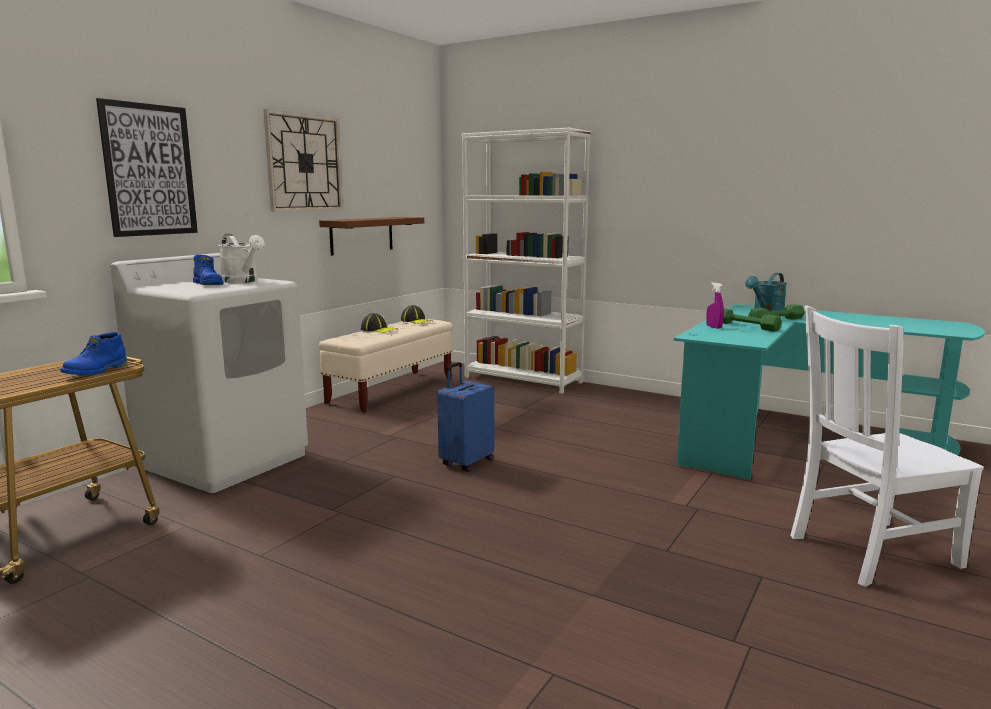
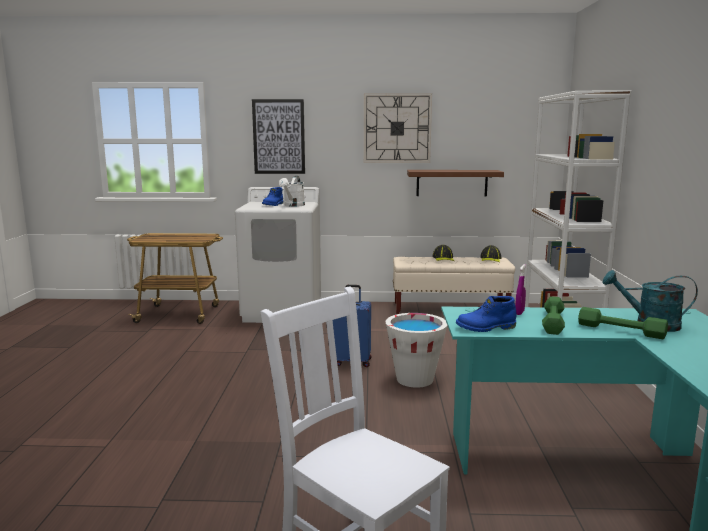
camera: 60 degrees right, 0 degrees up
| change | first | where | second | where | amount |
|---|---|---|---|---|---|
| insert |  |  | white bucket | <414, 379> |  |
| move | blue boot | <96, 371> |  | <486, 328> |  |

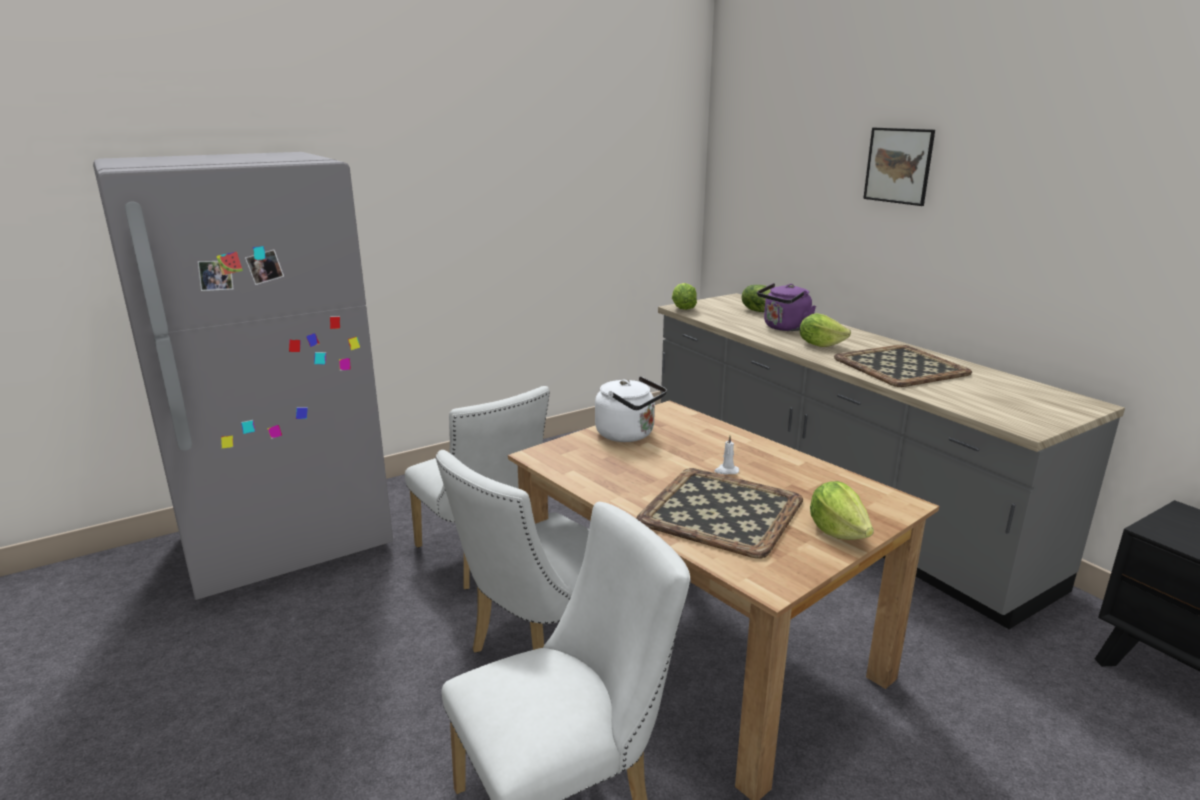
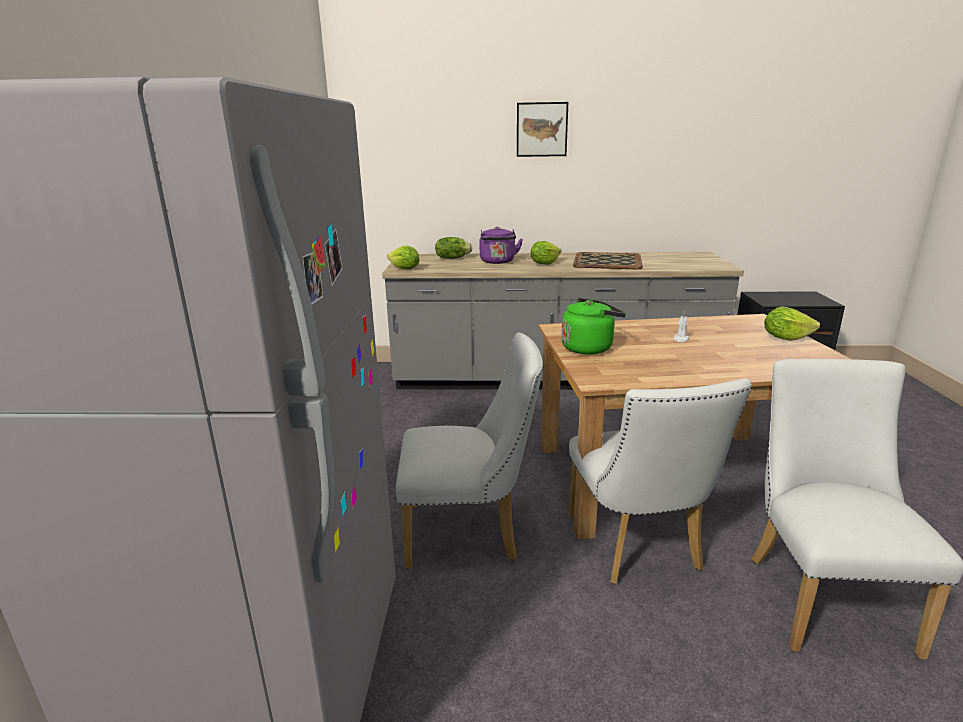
camera: 55 degrees left, 0 degrees up
| change | first | where | second | where | amount |
|---|---|---|---|---|---|
| delete | tray | <720, 510> |  |  |  |
| recolor | white kettle | <628, 435> | green kettle | <589, 348> |  |

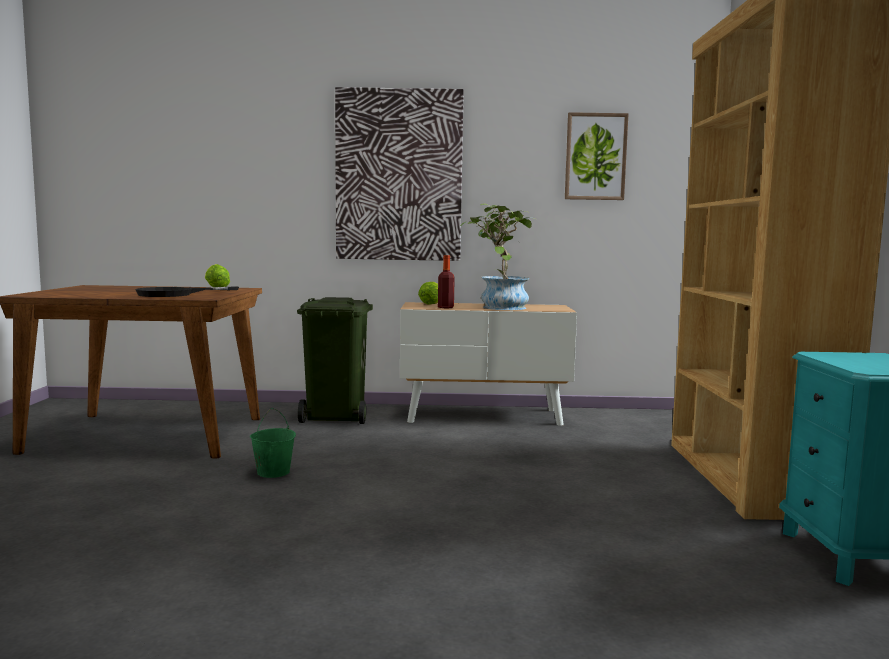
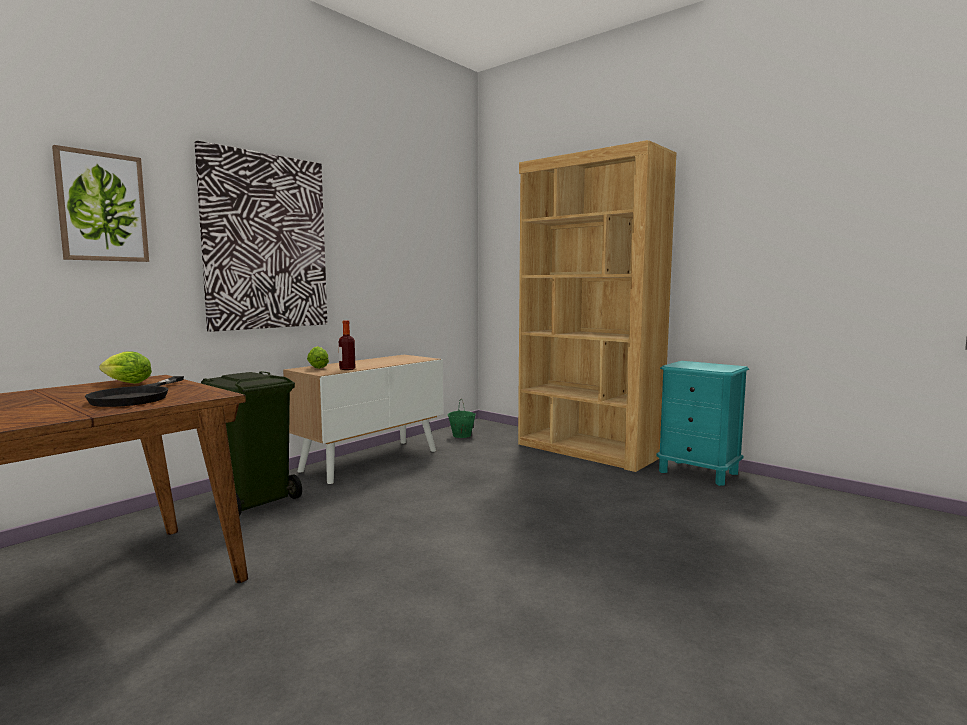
camera: 50 degrees left, 0 degrees up
| change | first | where | second | where | amount |
|---|---|---|---|---|---|
| delete | potted plant | <498, 307> |  |  |  |
| move | green bucket | <273, 472> |  | <461, 435> |  |
| move | picture | <595, 157> |  | <102, 207> |  |

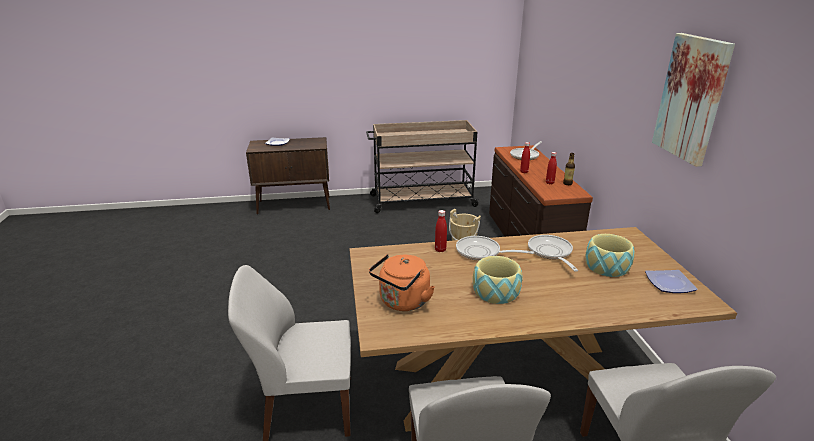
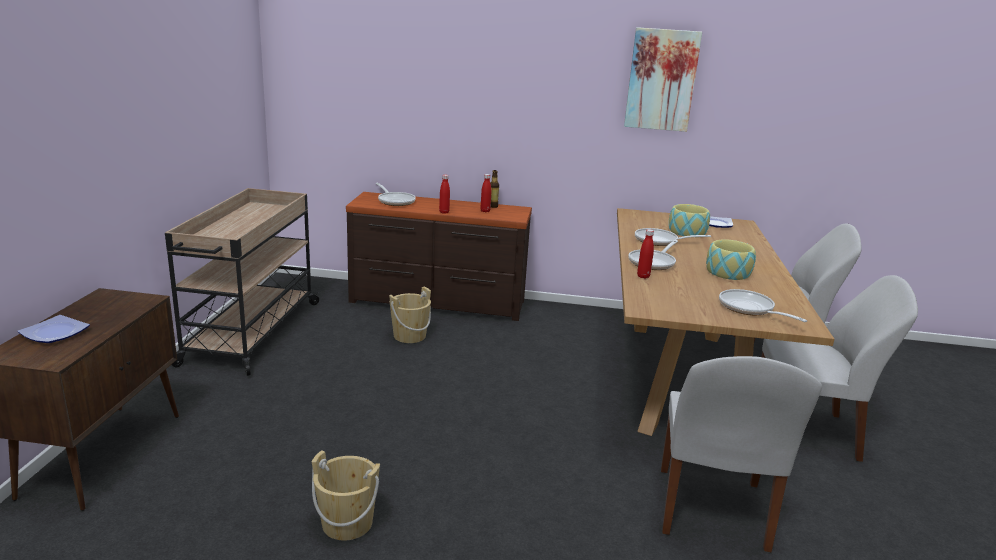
camera: 75 degrees left, 5 degrees down
| change | first | where | second | where | amount |
|---|---|---|---|---|---|
| insert |  |  | beige bucket | <347, 523> |  |
| replace | orange kettle | <402, 302> | frying pan | <749, 309> |  |

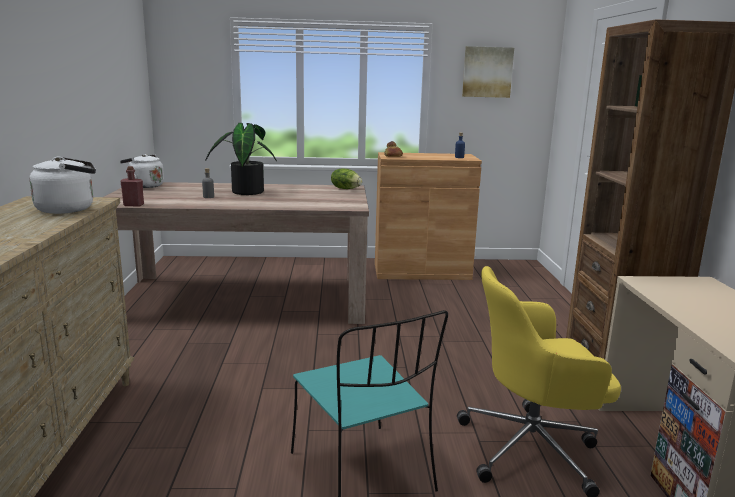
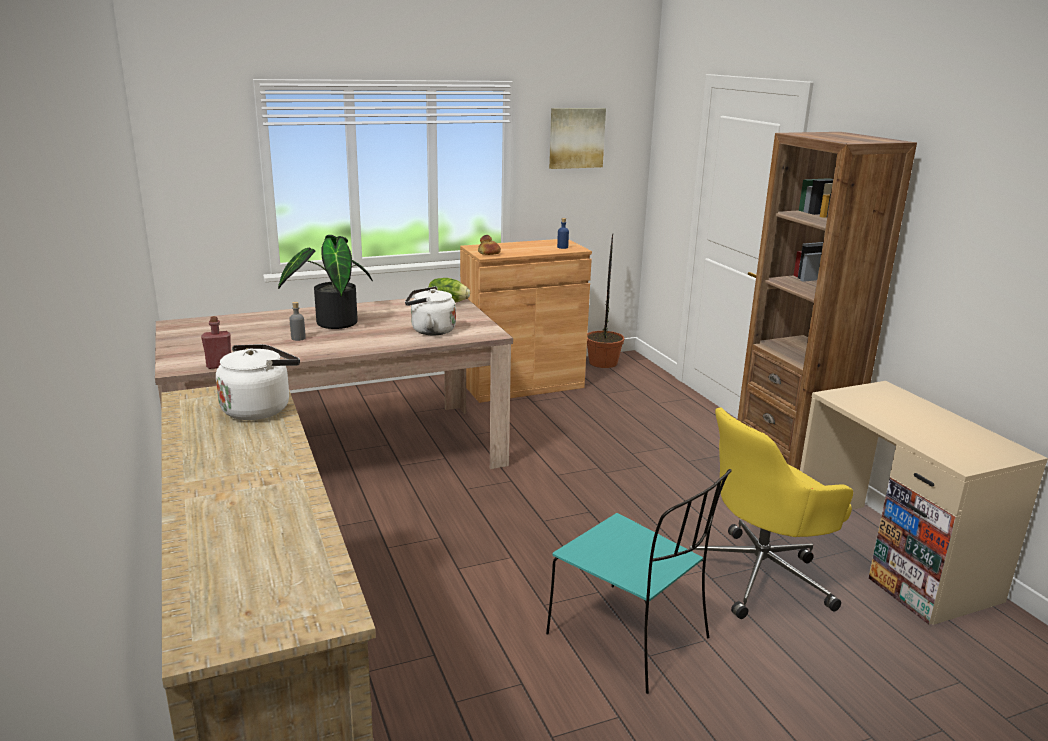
camera: 20 degrees left, 5 degrees up
| change | first | where | second | where | amount |
|---|---|---|---|---|---|
| insert |  |  | potted plant | <603, 363> |  |
| move | white kettle | <144, 186> |  | <430, 331> |  |

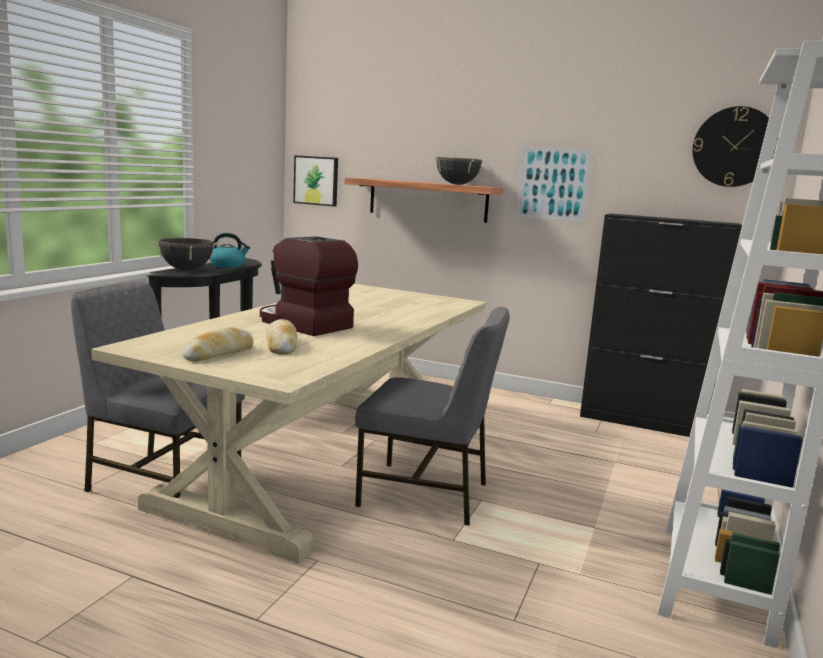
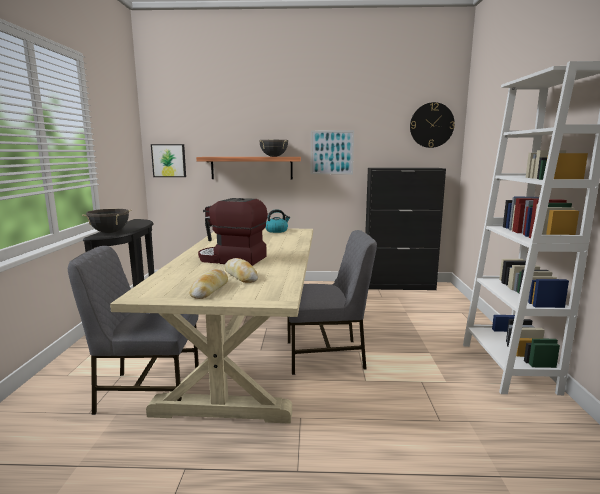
camera: 20 degrees left, 0 degrees up
| change | first | where | second | where | amount |
|---|---|---|---|---|---|
| move | kettle | <228, 265> |  | <277, 231> |  |

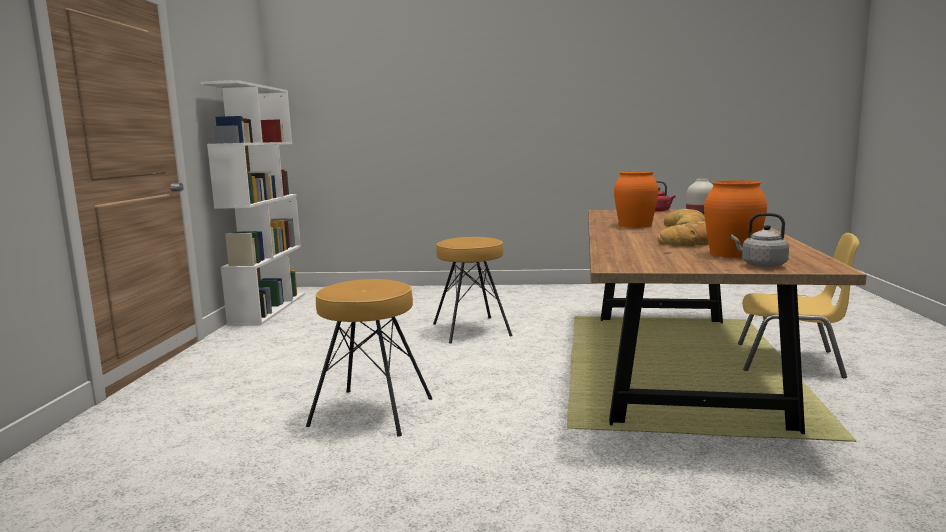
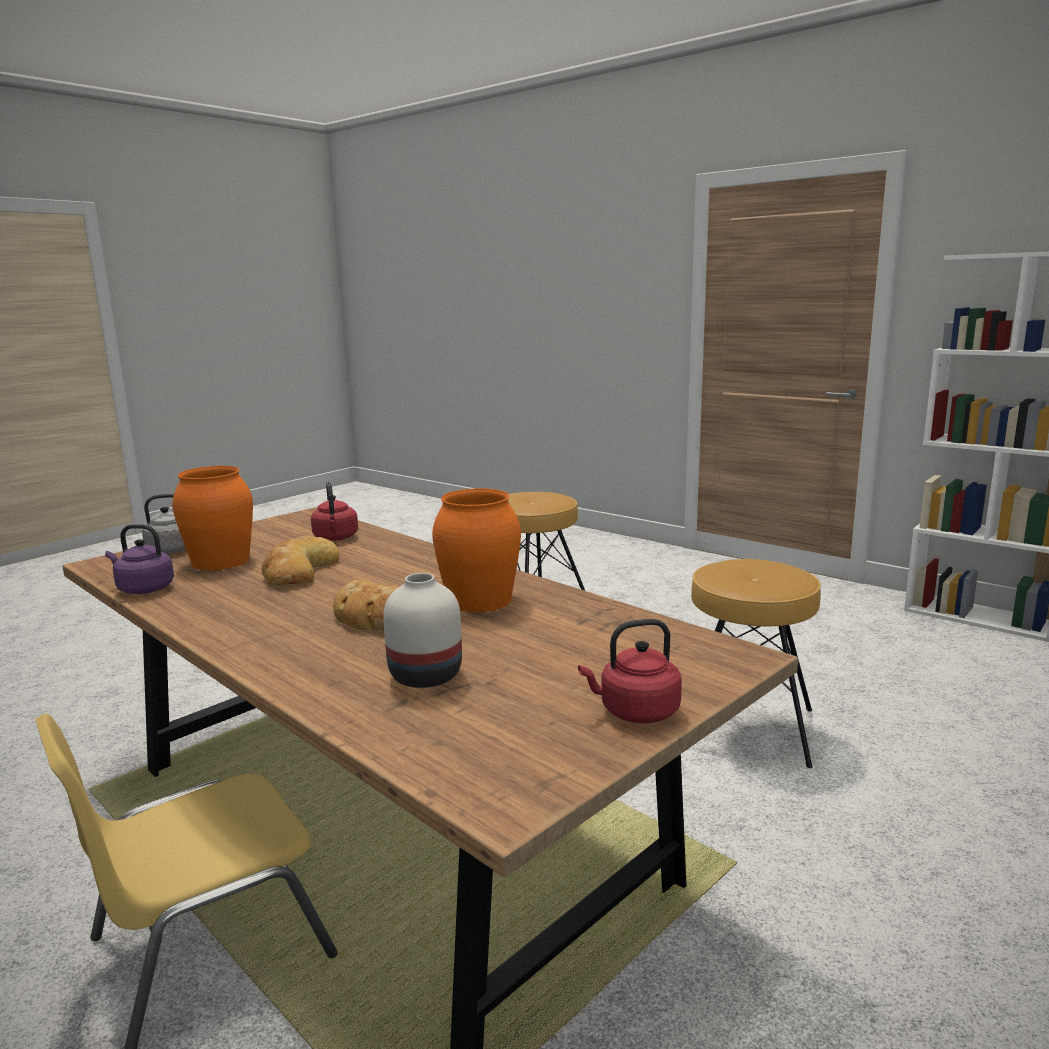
camera: 125 degrees right, 5 degrees up
| change | first | where | second | where | amount |
|---|---|---|---|---|---|
| insert |  |  | purple kettle | <143, 589> |  |
| insert |  |  | red kettle | <336, 538> |  |

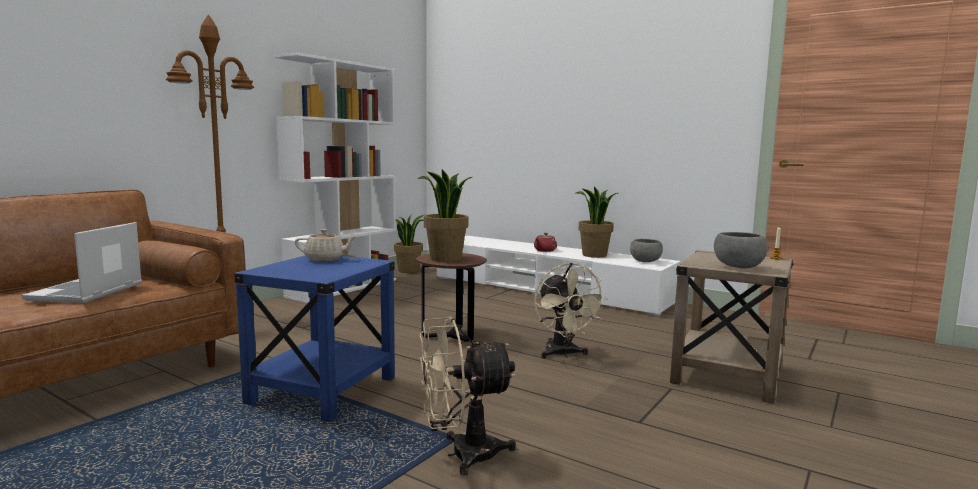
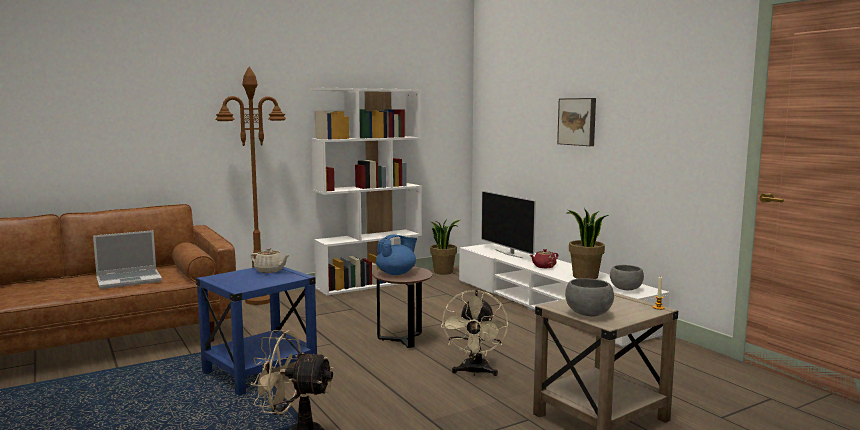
camera: 25 degrees right, 0 degrees up
| change | first | where | second | where | amount |
|---|---|---|---|---|---|
| insert |  |  | television | <509, 253> |  |
| insert |  |  | picture | <578, 121> |  |
| replace | potted plant | <445, 259> | blue teapot | <396, 273> |  |
| rotate | laptop | <86, 292> |  | <130, 280> | 150 degrees counterclockwise |

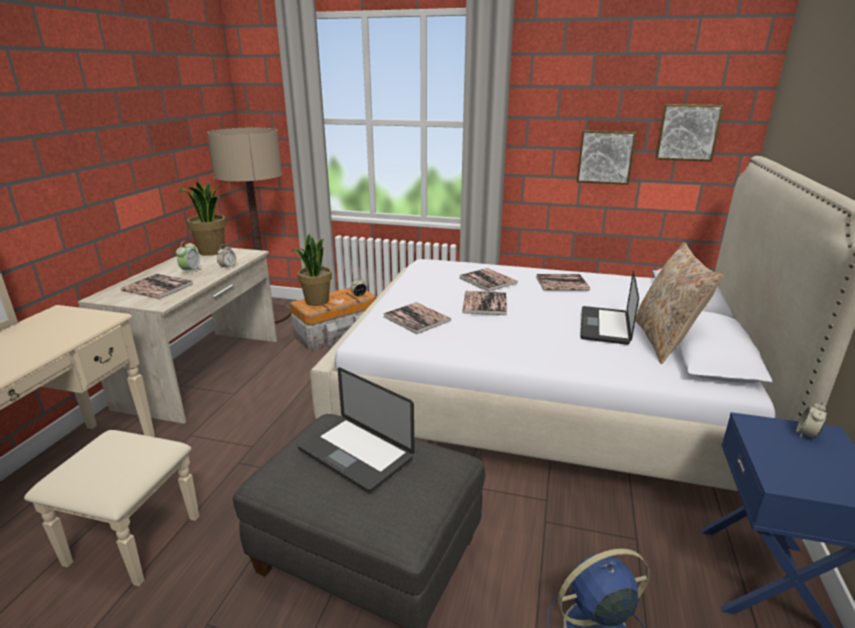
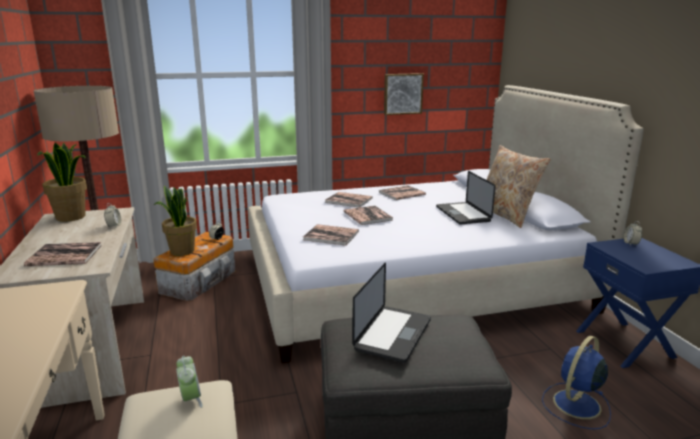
camera: 30 degrees left, 5 degrees down
| change | first | where | second | where | amount |
|---|---|---|---|---|---|
| delete | picture | <687, 132> |  |  |  |
| move | alarm clock | <190, 271> |  | <190, 399> |  |
| rotate | laptop | <355, 454> |  | <393, 334> | 75 degrees counterclockwise |

